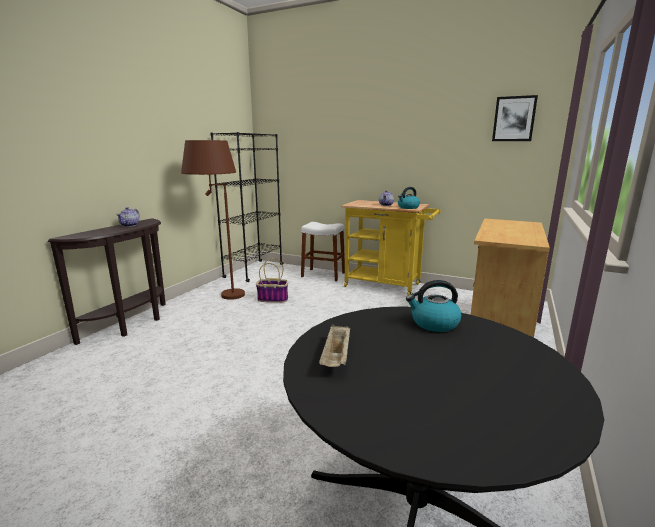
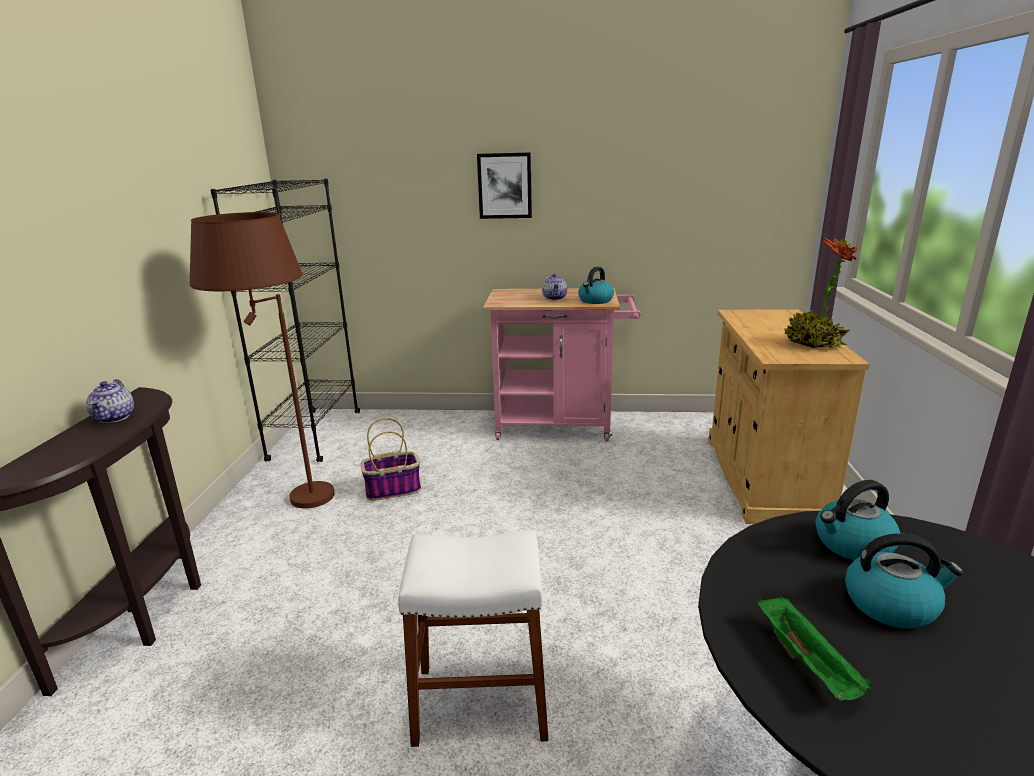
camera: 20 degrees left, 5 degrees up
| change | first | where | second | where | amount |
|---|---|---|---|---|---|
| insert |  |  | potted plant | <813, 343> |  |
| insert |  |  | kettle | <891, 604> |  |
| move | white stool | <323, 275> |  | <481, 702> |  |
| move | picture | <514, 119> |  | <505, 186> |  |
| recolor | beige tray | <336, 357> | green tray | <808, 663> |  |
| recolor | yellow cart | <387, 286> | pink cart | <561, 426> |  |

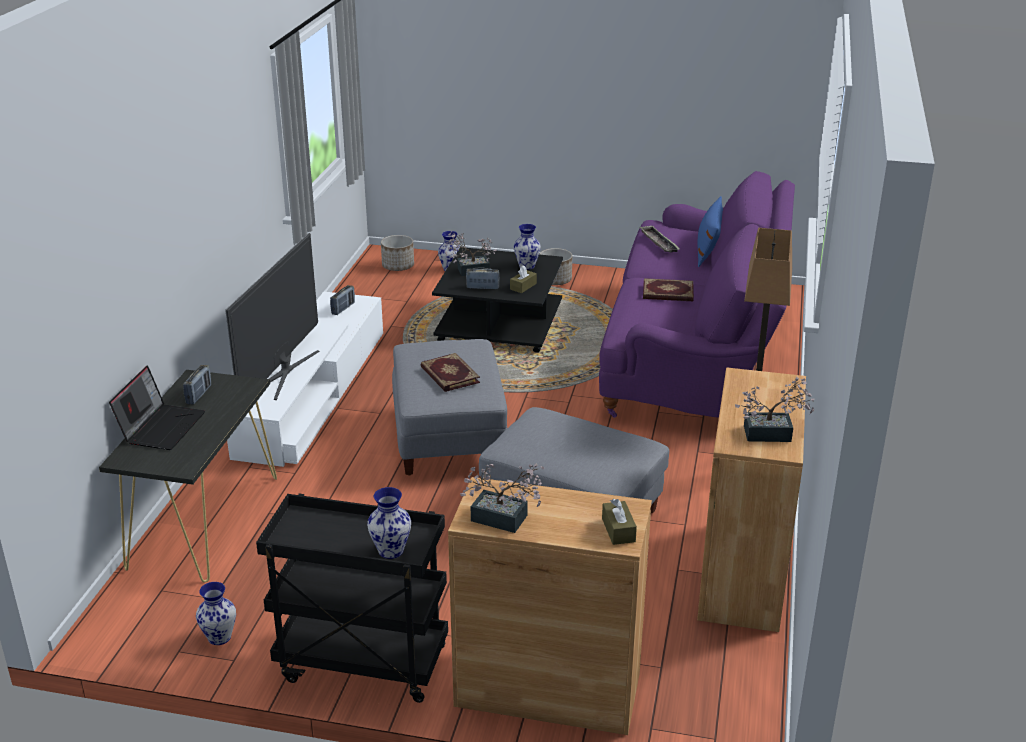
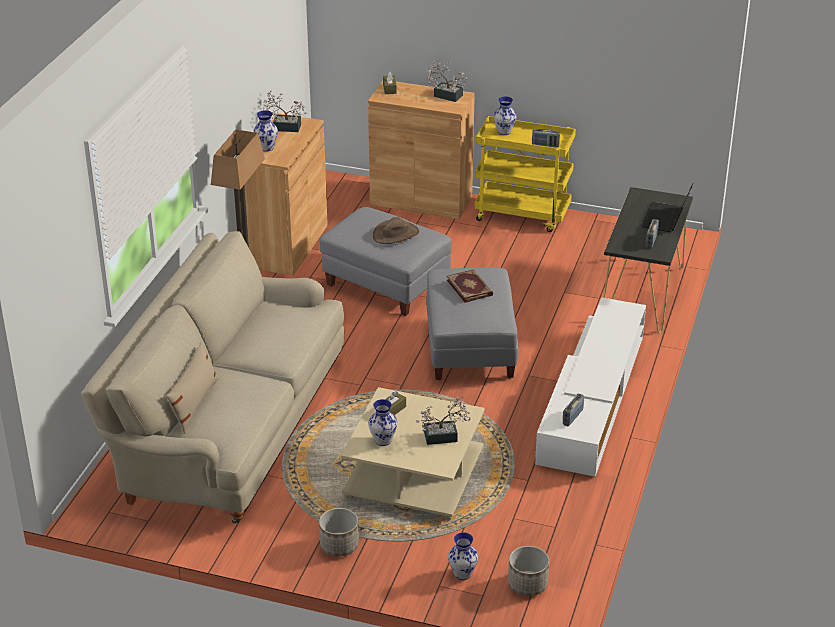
camera: 175 degrees left, 5 degrees up
| change | first | where | second | where | amount |
|---|---|---|---|---|---|
| delete | television | <282, 372> |  |  |  |
| delete | tray | <658, 242> |  |  |  |
| delete | book | <668, 293> |  |  |  |
| insert |  |  | brown hat | <395, 234> |  |
| move | vase | <219, 638> |  | <266, 147> |  |
| move | radio | <482, 287> |  | <545, 145> |  |
| recolor | black cart | <360, 664> | yellow cart | <523, 215> |  |
| recolor | black coffee table | <500, 324> | beige coffee table | <413, 475> |  |
| recolor | purple sofa | <696, 353> | beige sofa | <229, 426> |  |
| recolor | blue pillow | <708, 249> | beige pillow | <194, 404> |  |

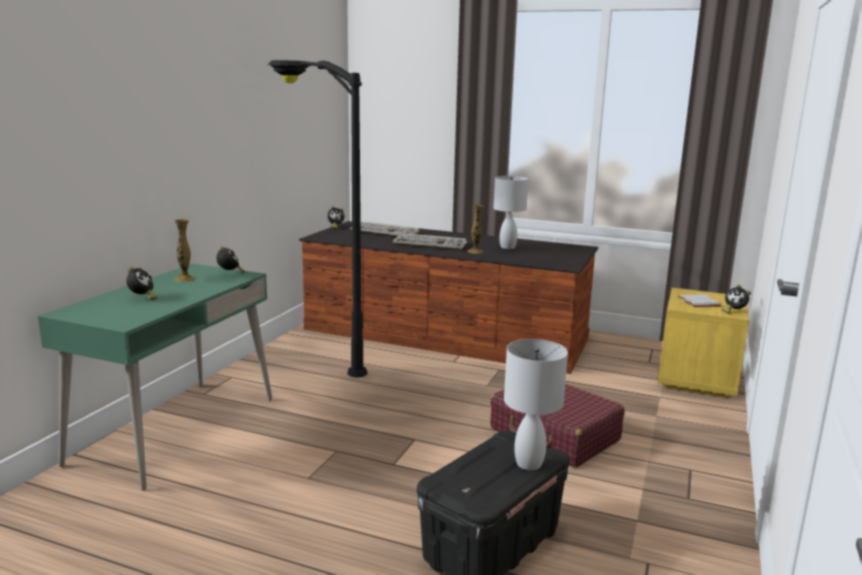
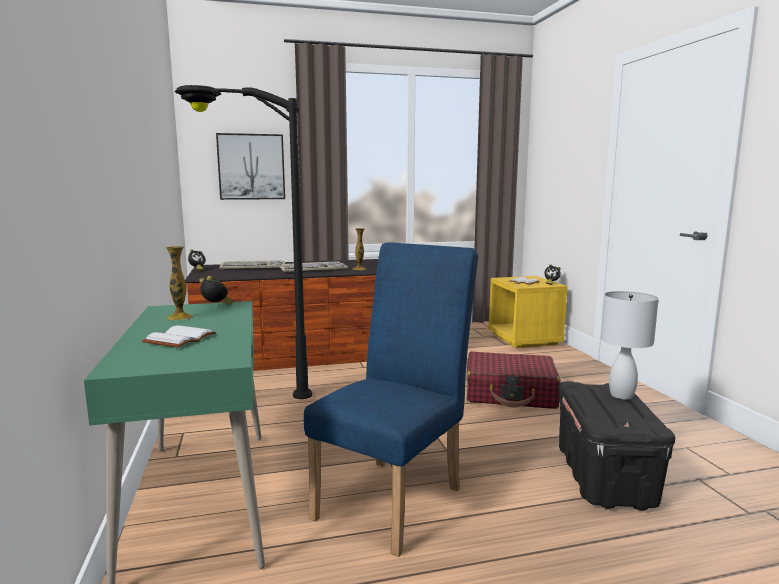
camera: 35 degrees left, 5 degrees down
| change | first | where | second | where | amount |
|---|---|---|---|---|---|
| delete | white table lamp | <507, 247> |  |  |  |
| insert |  |  | picture | <251, 167> |  |
| insert |  |  | blue chair | <395, 497> |  |
| replace | alarm clock | <142, 298> | white book | <179, 338> |  |

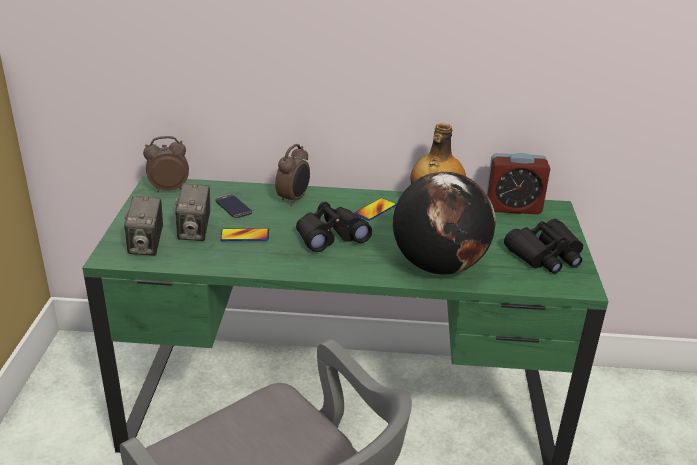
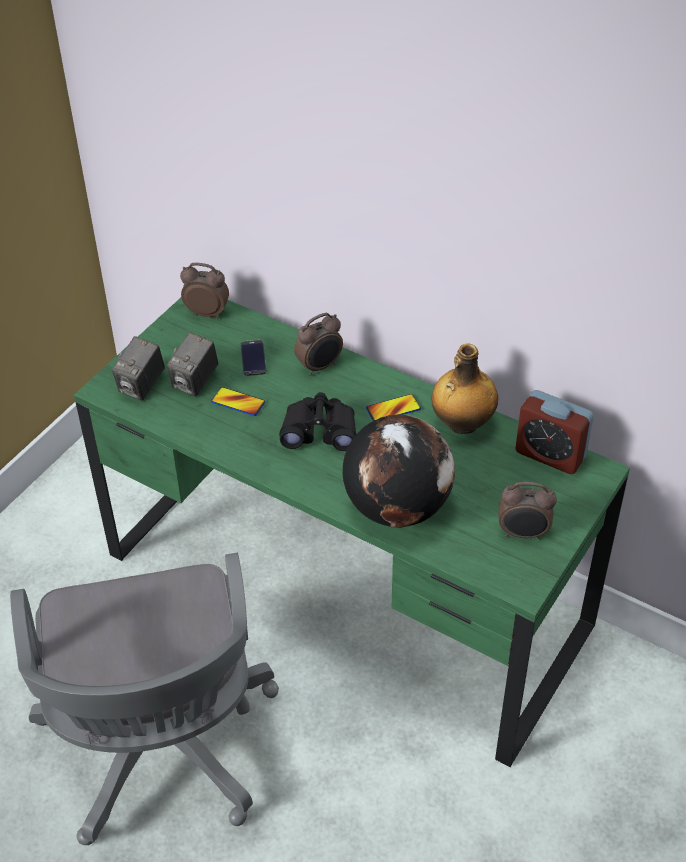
camera: 30 degrees right, 15 degrees up
| change | first | where | second | where | amount |
|---|---|---|---|---|---|
| replace | black binoculars | <545, 255> | alarm clock | <523, 534> |  |

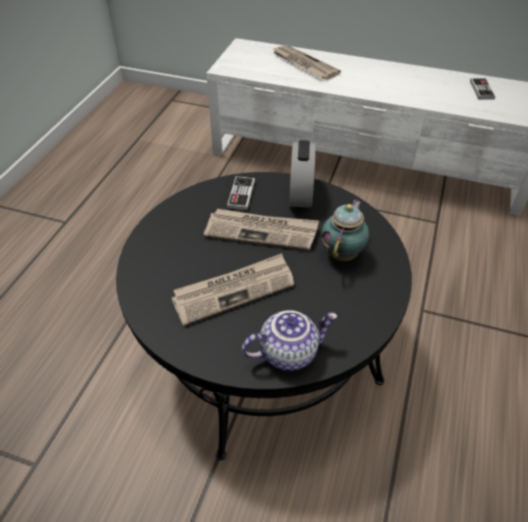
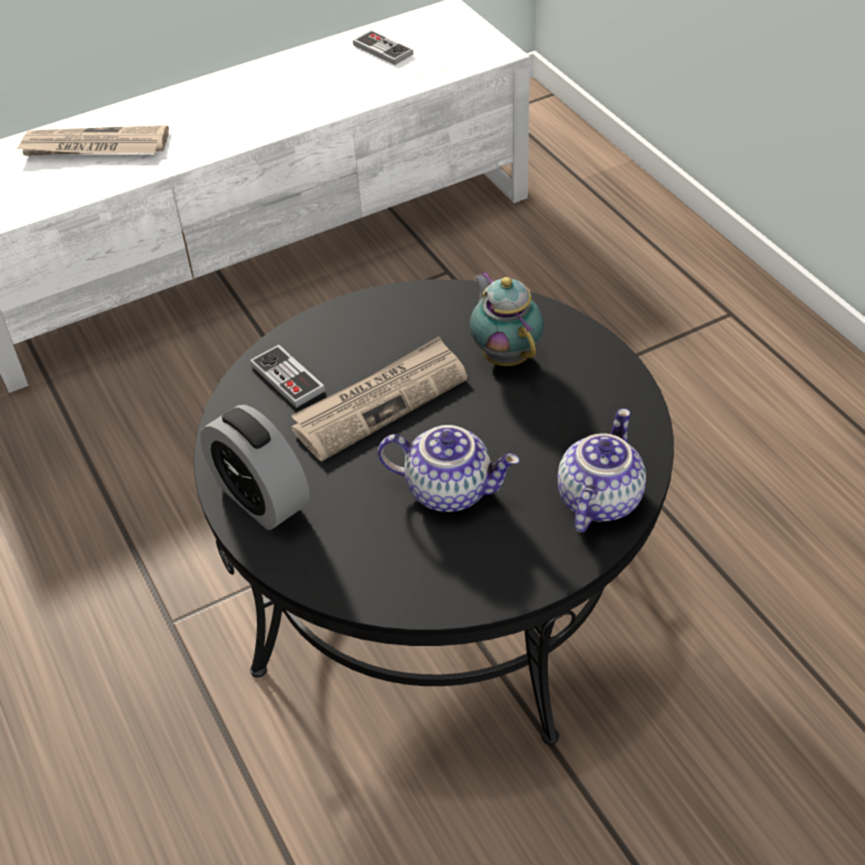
camera: 45 degrees left, 0 degrees up
| change | first | where | second | where | amount |
|---|---|---|---|---|---|
| move | alarm clock | <301, 194> |  | <261, 498> |  |
| replace | newspaper | <234, 290> | teapot | <450, 489> |  |

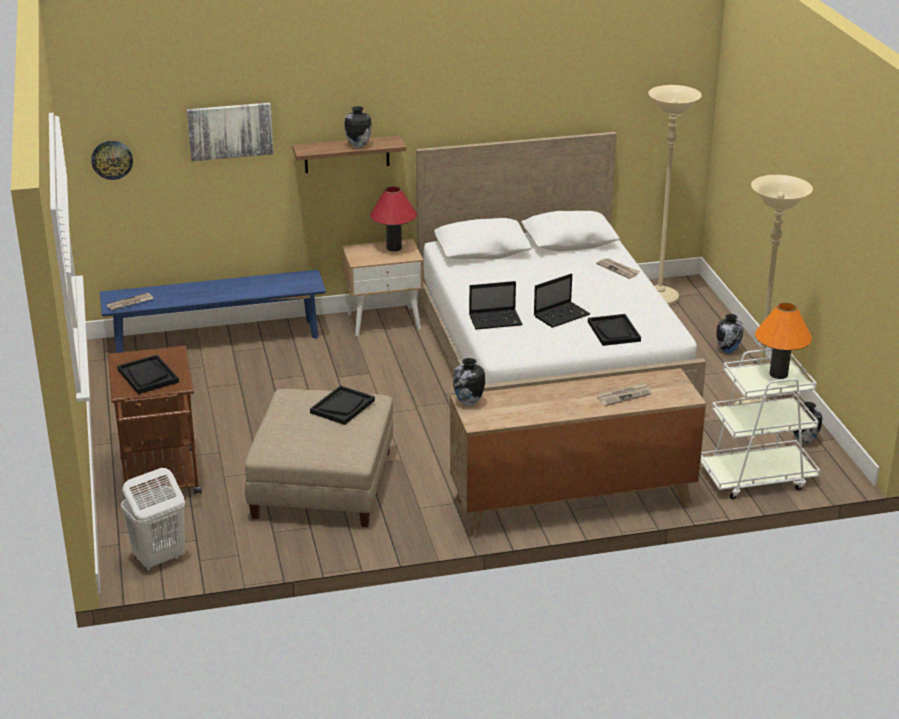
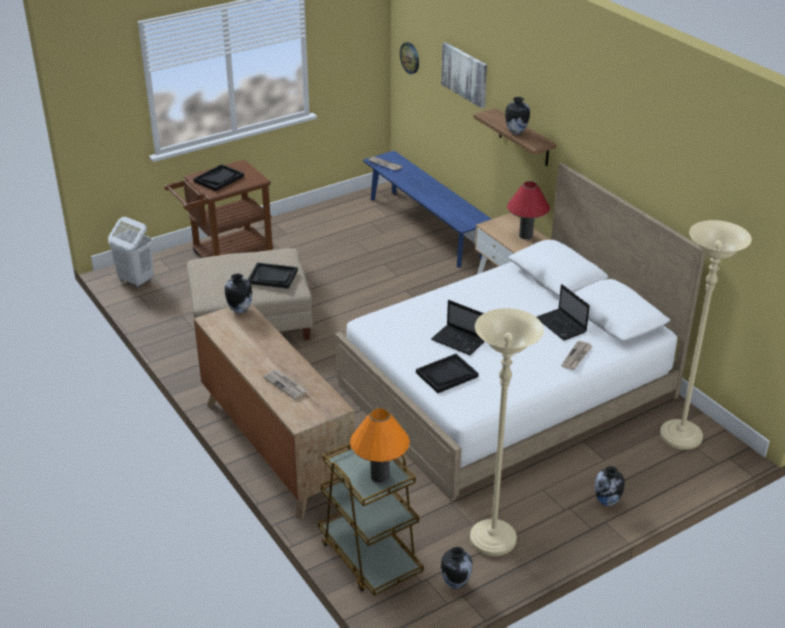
camera: 70 degrees right, 5 degrees up
| change | first | where | second | where | amount |
|---|---|---|---|---|---|
| move | laptop | <496, 320> |  | <562, 326> |  |
| recolor | white cart | <756, 477> | brown cart | <369, 557> |  |

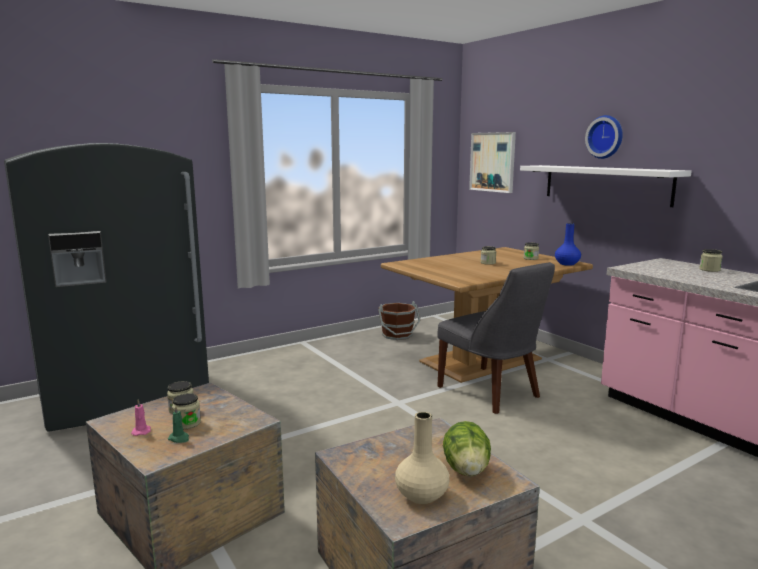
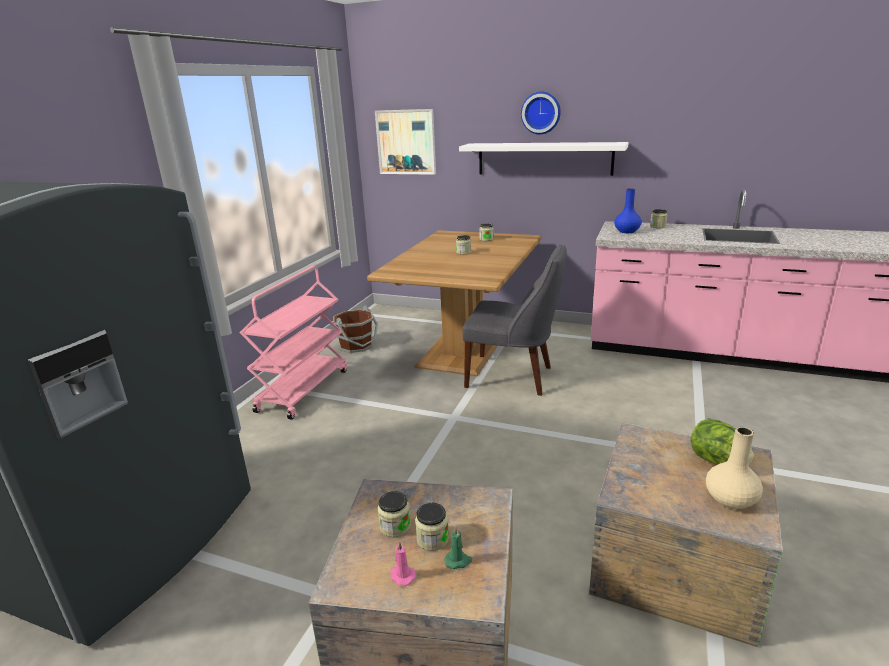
camera: 35 degrees left, 10 degrees up
| change | first | where | second | where | amount |
|---|---|---|---|---|---|
| insert |  |  | pink cart | <303, 390> |  |
| move | blue vase | <566, 264> |  | <626, 231> |  |

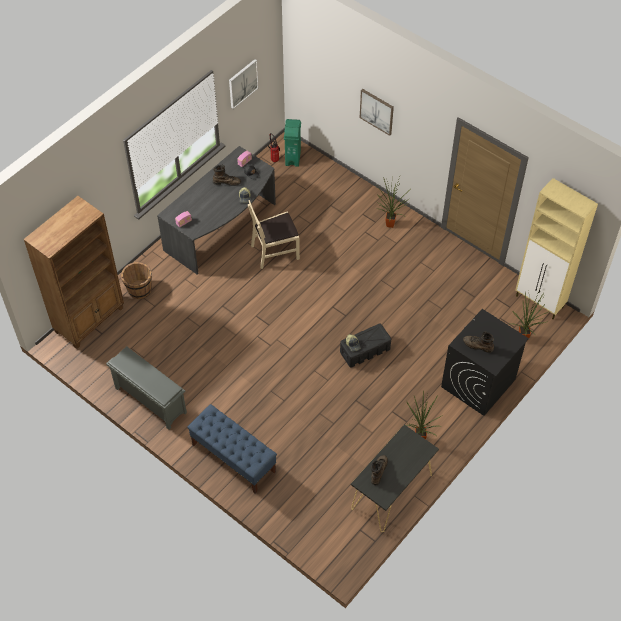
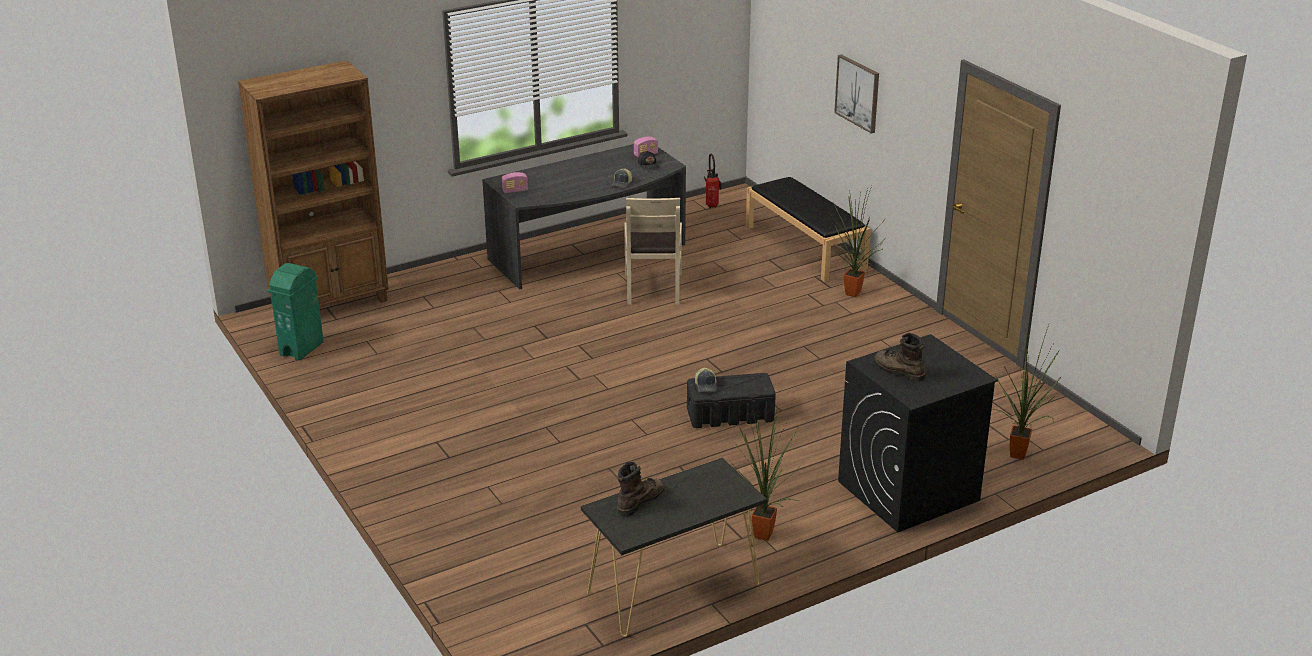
camera: 20 degrees right, 25 degrees down
| change | first | where | second | where | amount |
|---|---|---|---|---|---|
| delete | grey shoe rack | <149, 400> |  |  |  |
| delete | brown bucket | <139, 289> |  |  |  |
| delete | blue bench | <233, 458> |  |  |  |
| delete | brown boot | <227, 182> |  |  |  |
| delete | picture | <243, 83> |  |  |  |
| delete | beige cabinet | <540, 302> |  |  |  |
| insert |  |  | black bench | <806, 247> |  |
| move | green trash can | <293, 158> |  | <302, 348> |  |
| rotate | beige chair | <275, 251> |  | <653, 288> | 90 degrees counterclockwise |

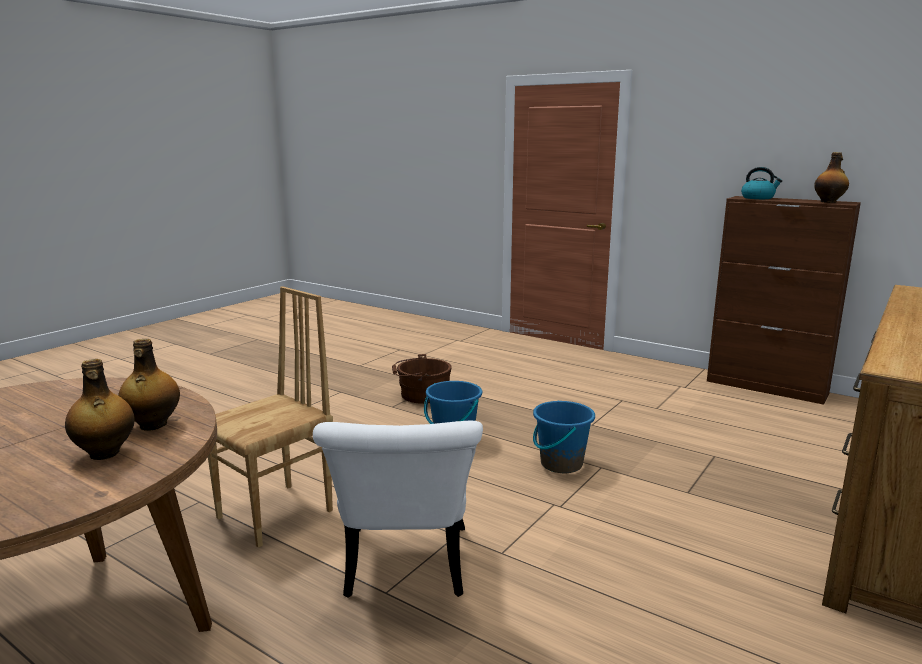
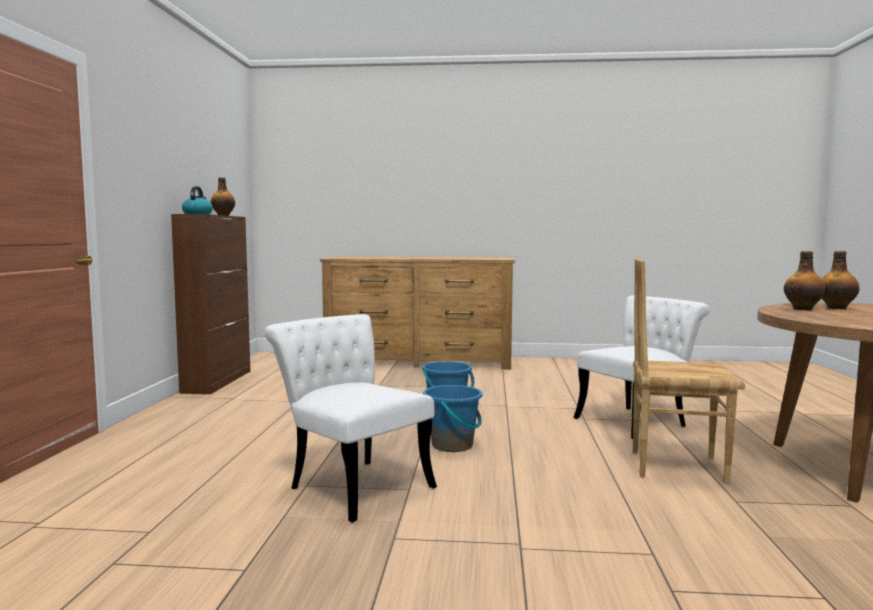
camera: 120 degrees left, 10 degrees down
| change | first | where | second | where | amount |
|---|---|---|---|---|---|
| replace | brown bucket | <421, 395> | white chair | <352, 484> |  |

